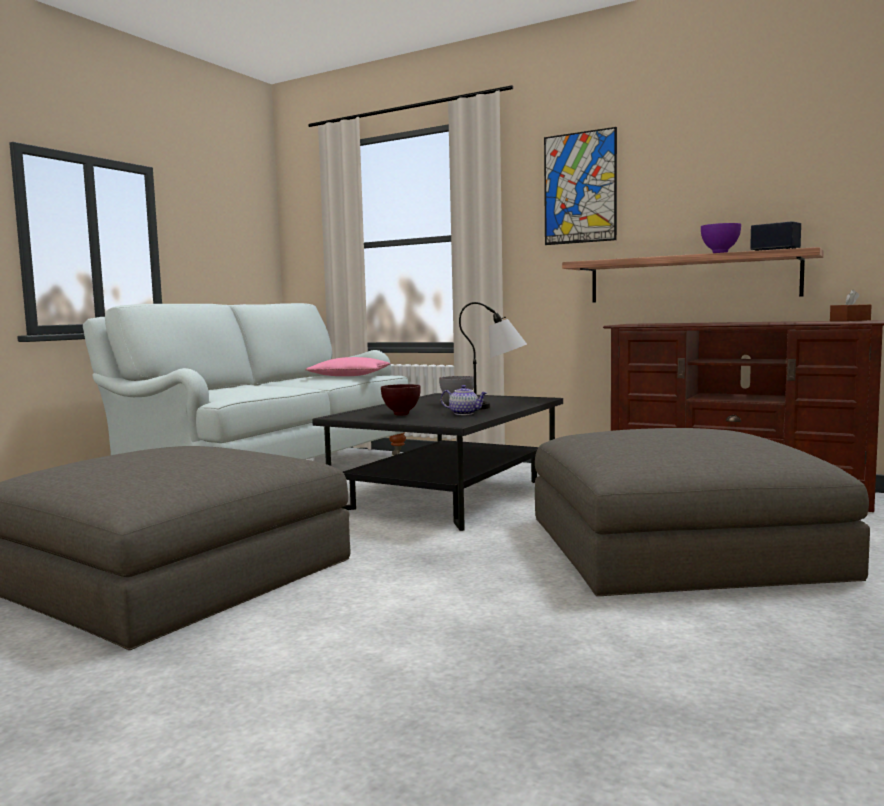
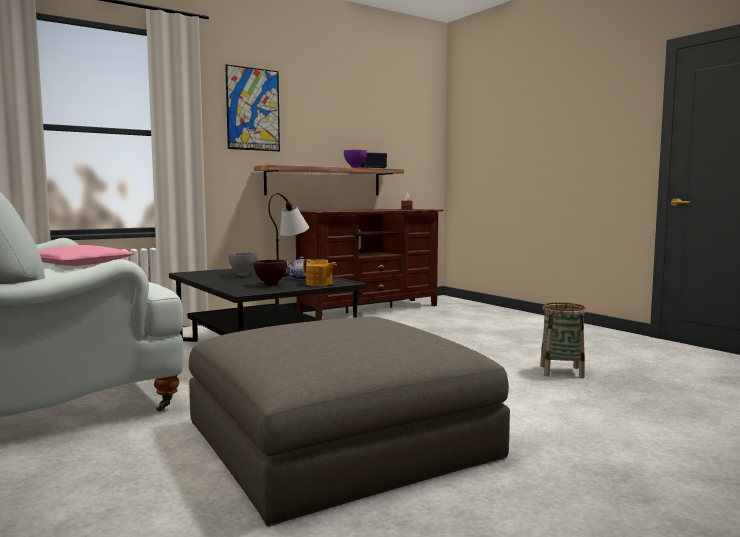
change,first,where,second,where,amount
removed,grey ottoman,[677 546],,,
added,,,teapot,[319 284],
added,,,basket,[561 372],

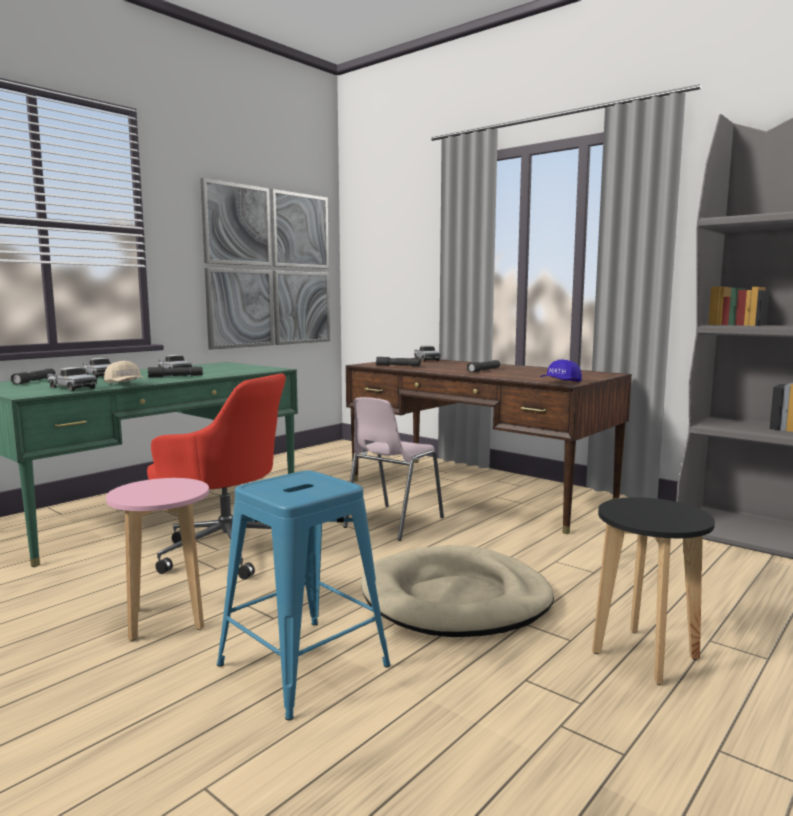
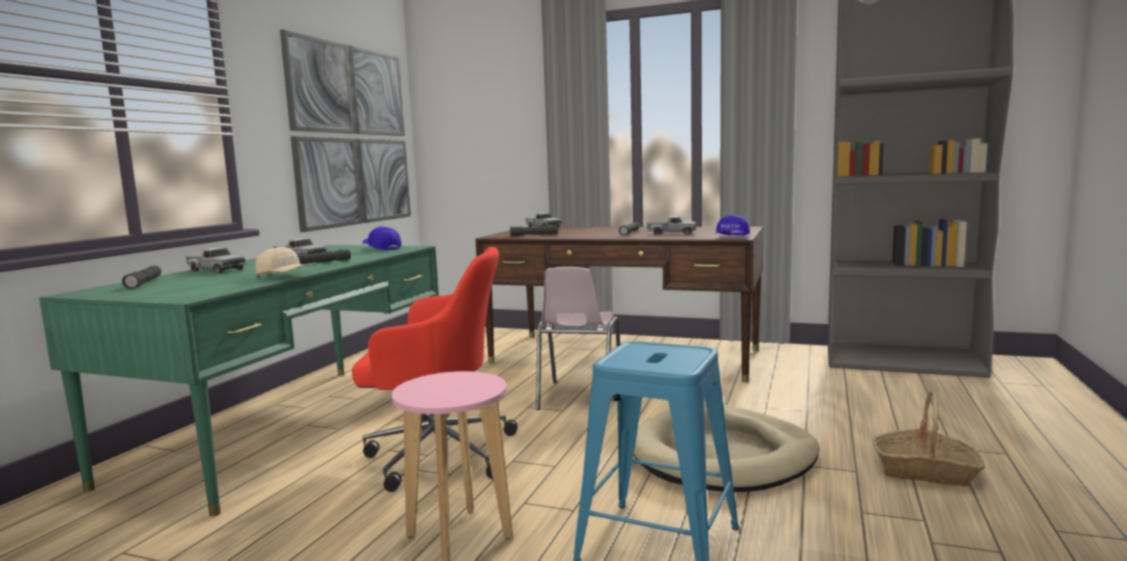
change,first,where,second,where,amount
moved,toy truck,[71 388],,[671 233],
replaced,black stool,[645 656],basket,[925 471],
added,,,blue cap,[381 248],

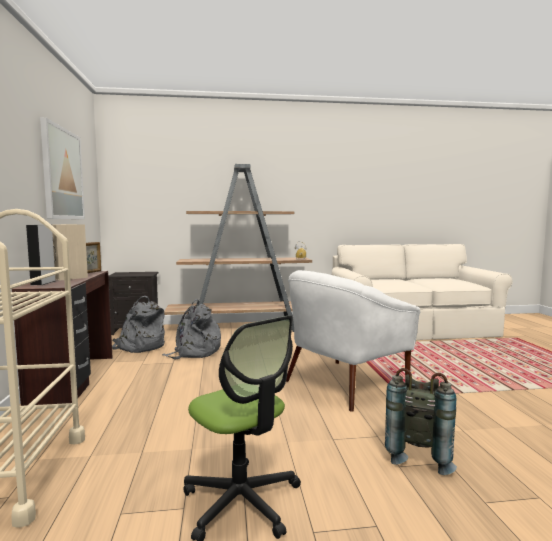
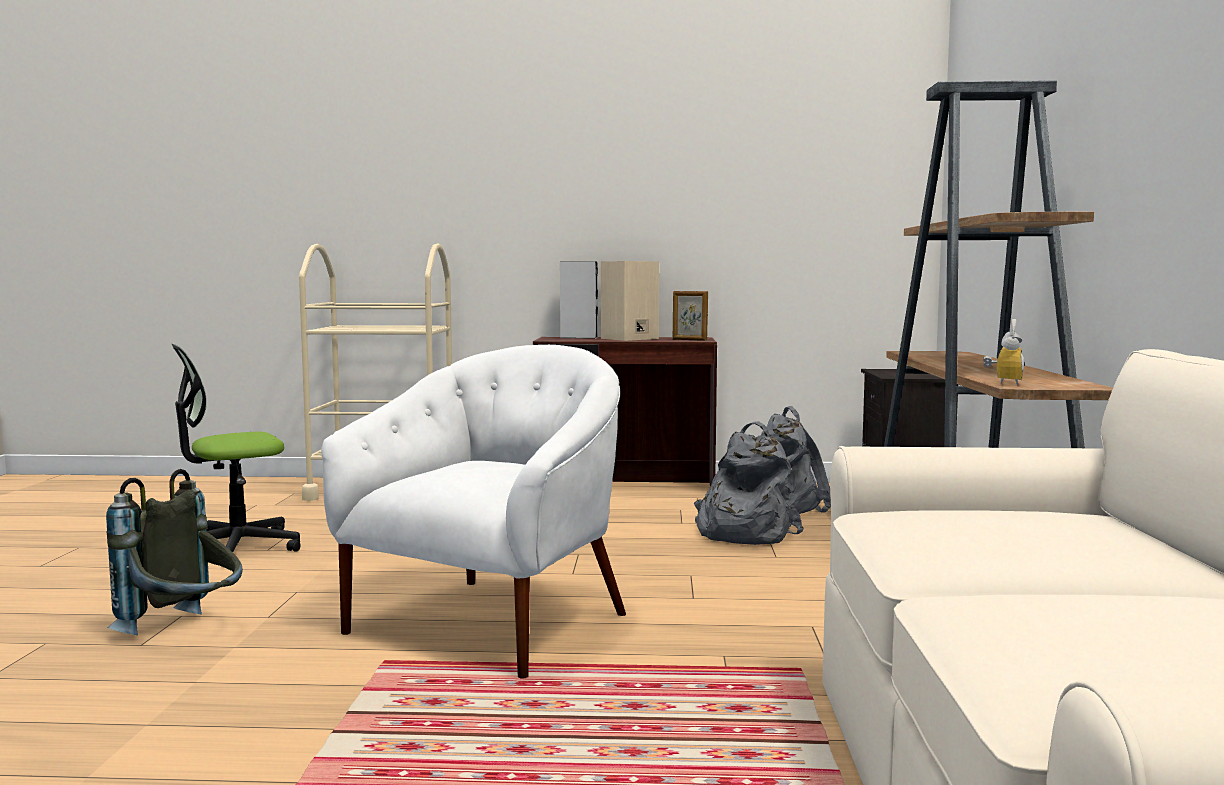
change,first,where,second,where,amount
removed,picture,[62 174],,,
turned,white armchair,[343 384],,[492 623],60 degrees clockwise

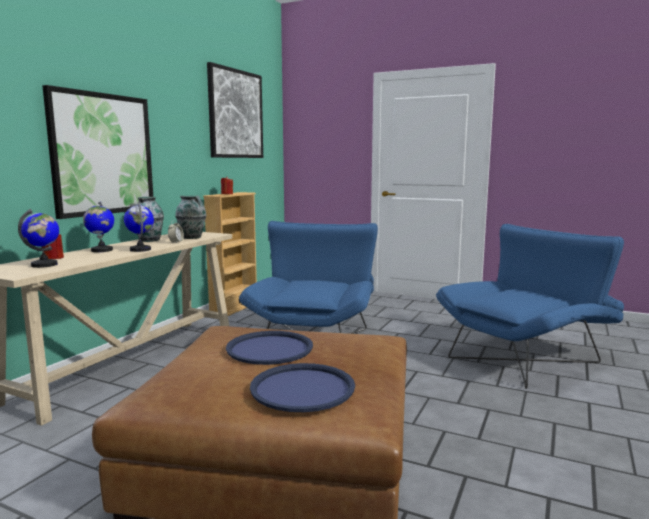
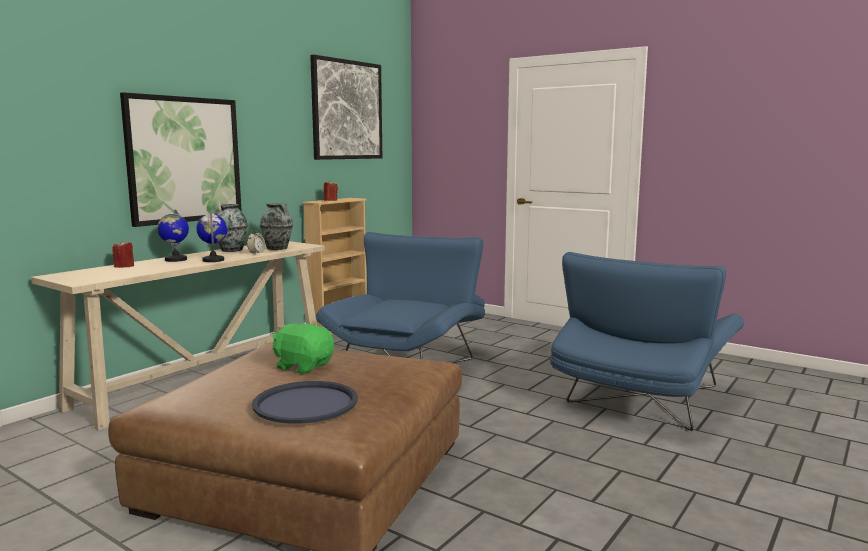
change,first,where,second,where,amount
removed,globe,[44 265],,,
replaced,blue tray,[270 348],green plush toy,[303 366],
turned,blue armchair,[527 356],,[642 400],150 degrees clockwise

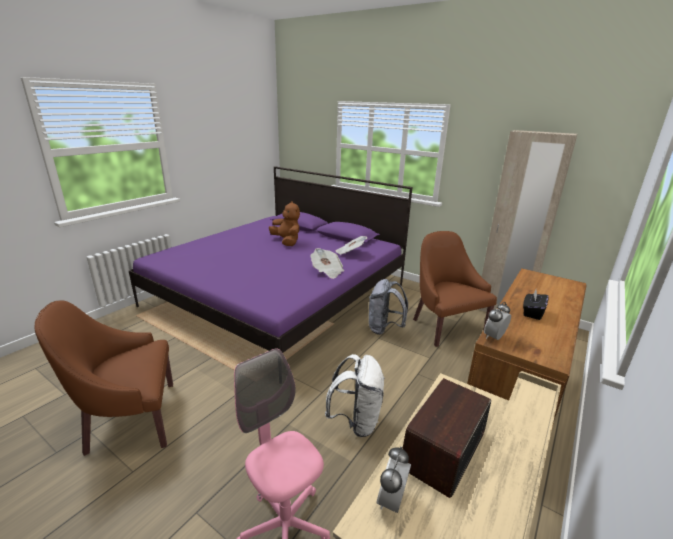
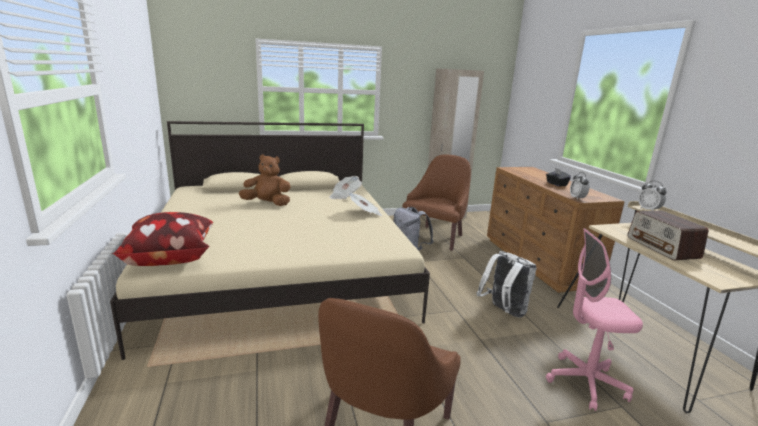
change,first,where,second,where,amount
recoloured,purple bed,[279 295],beige bed,[280 268],
moved,alarm clock,[391 500],,[648 210],
turned,brown armchair,[445 326],,[435 236],105 degrees clockwise
added,,,pillow,[170 258],

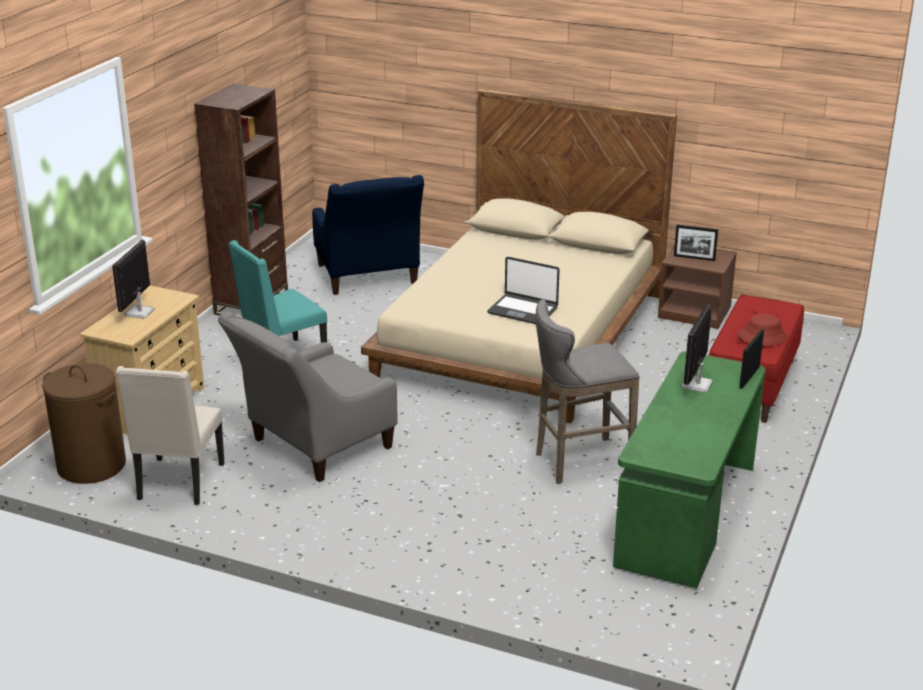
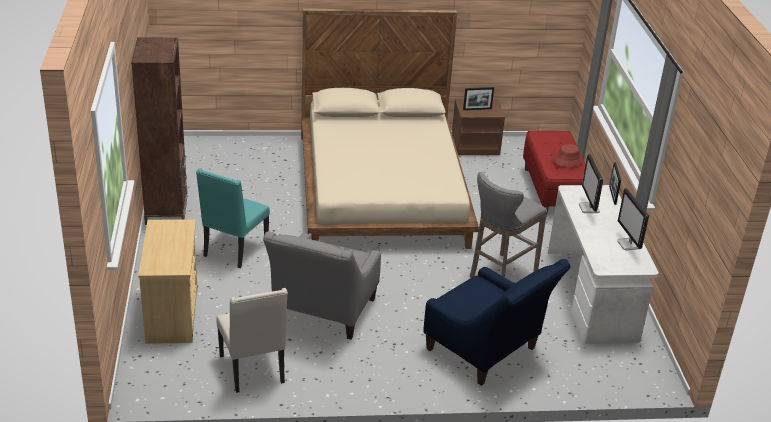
change,first,where,second,where,amount
removed,brown laundry basket,[91 465],,,
moved,monitor,[139 313],,[629 245],
moved,blue armchair,[368 278],,[487 353],
removed,laptop,[523 310],,,
recoloured,green desk,[686 515],white desk,[592 295],

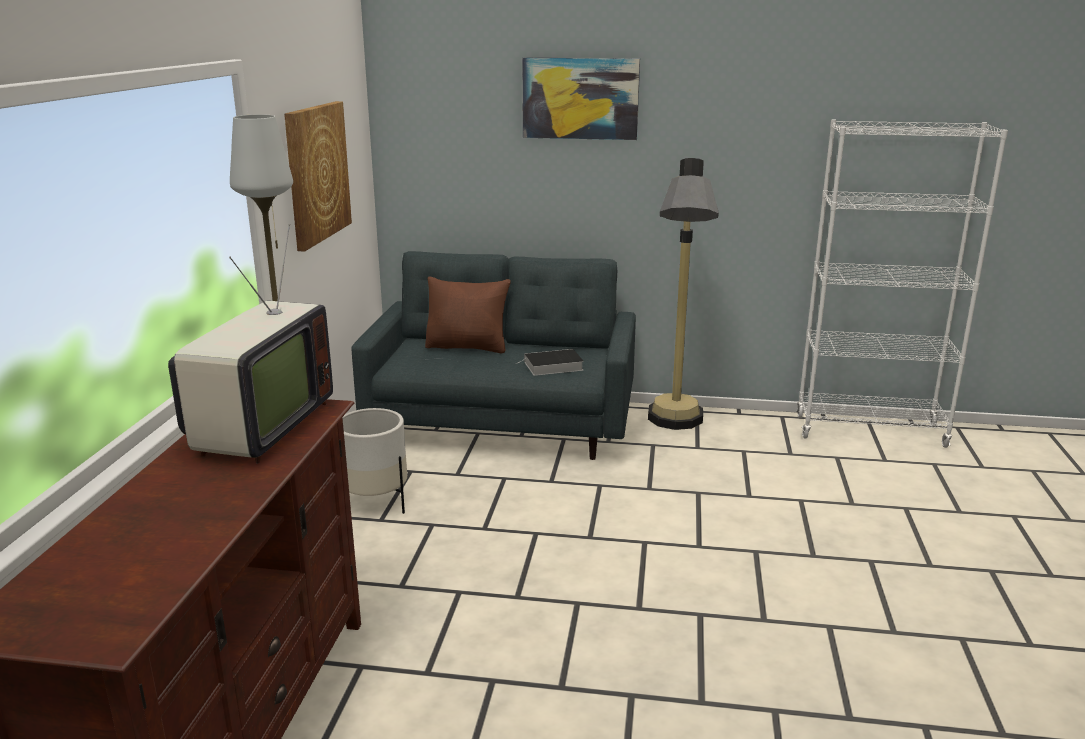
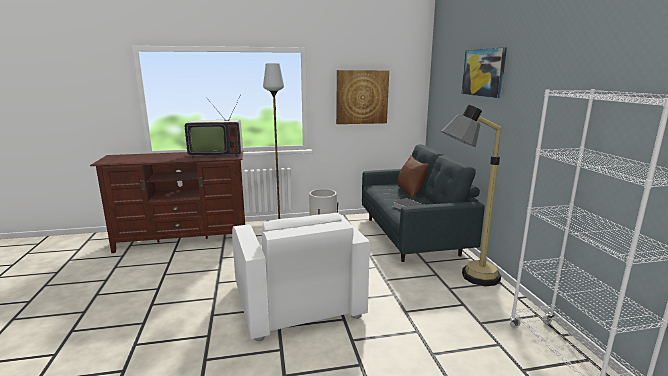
change,first,where,second,where,amount
added,,,white armchair,[296 301],

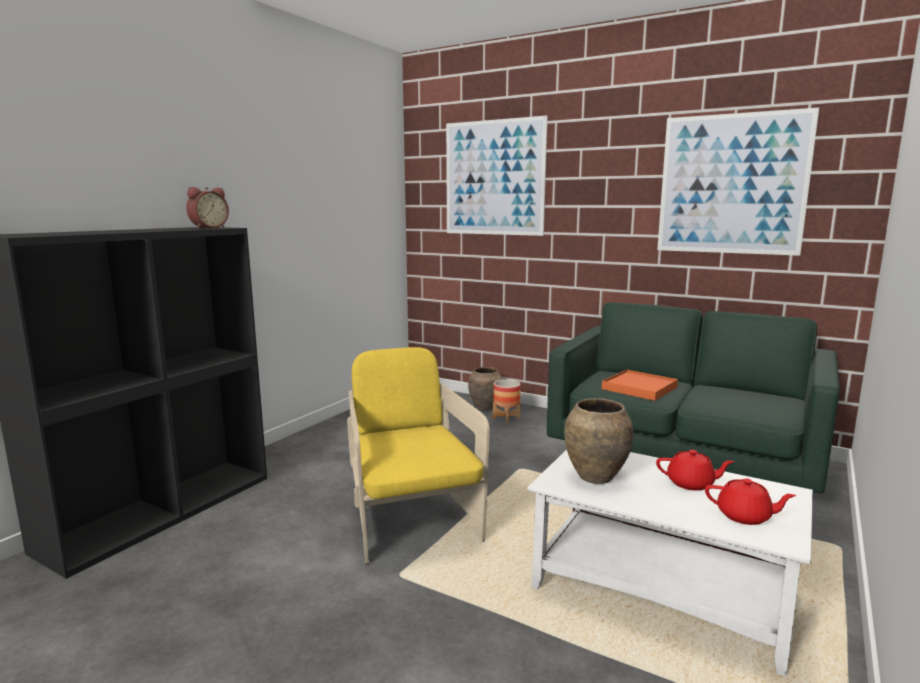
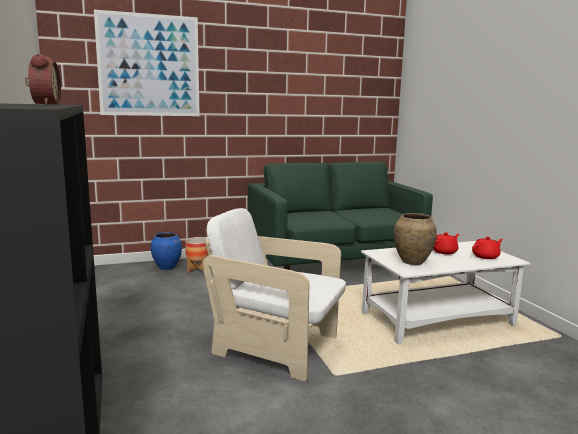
change,first,where,second,where,amount
recoloured,yellow armchair,[411 521],white armchair,[276 348],
recoloured,brown vase,[485 407],blue vase,[167 267],
removed,orange tray,[639 388],,,
removed,picture,[731 184],,,

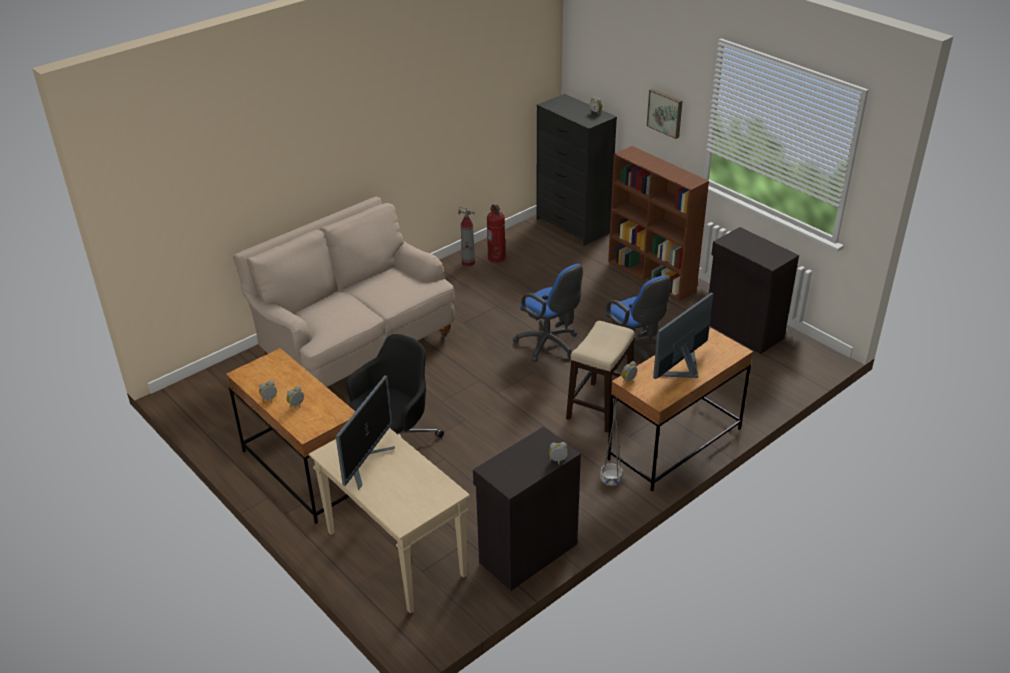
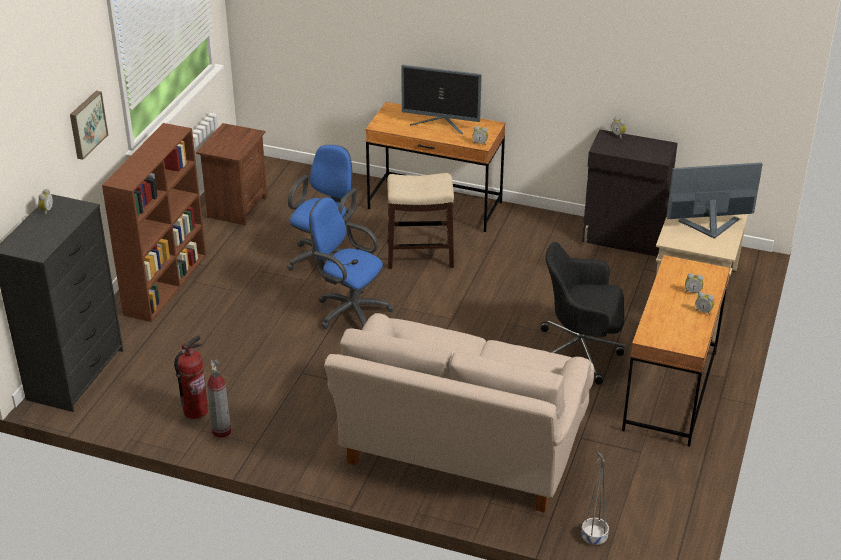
change,first,where,second,where,amount
turned,blue office chair,[550 346],,[349 311],75 degrees counterclockwise
moved,grey planter,[611 479],,[593 537],
replaced,black cabinet,[743 331],brown nightstand,[236 207],

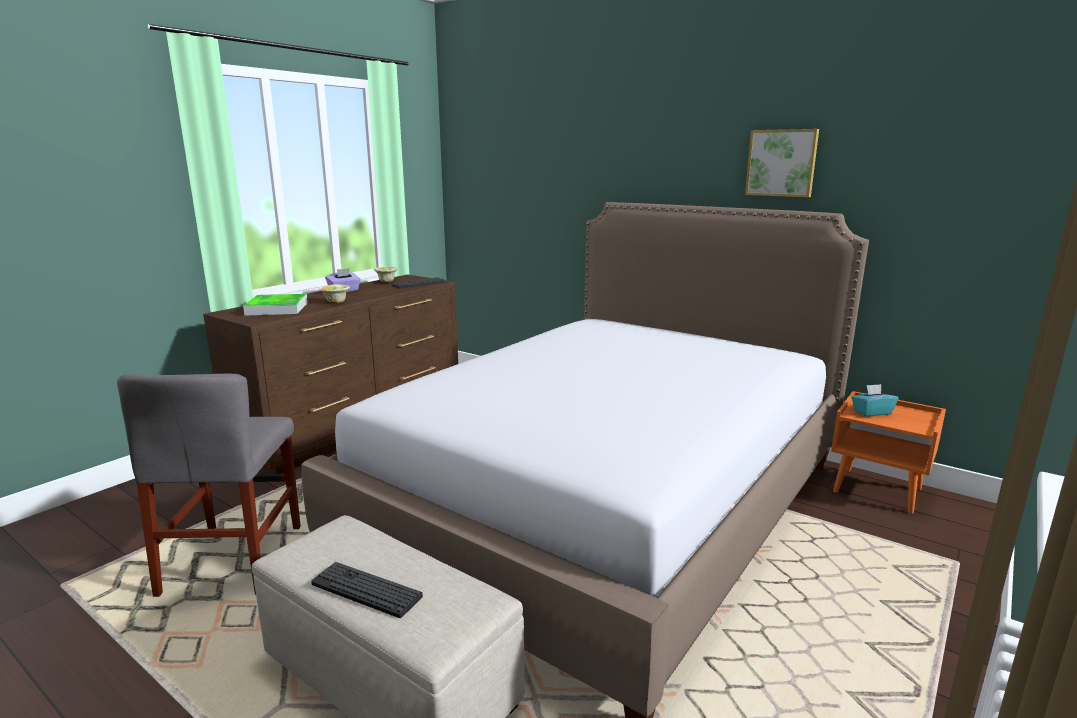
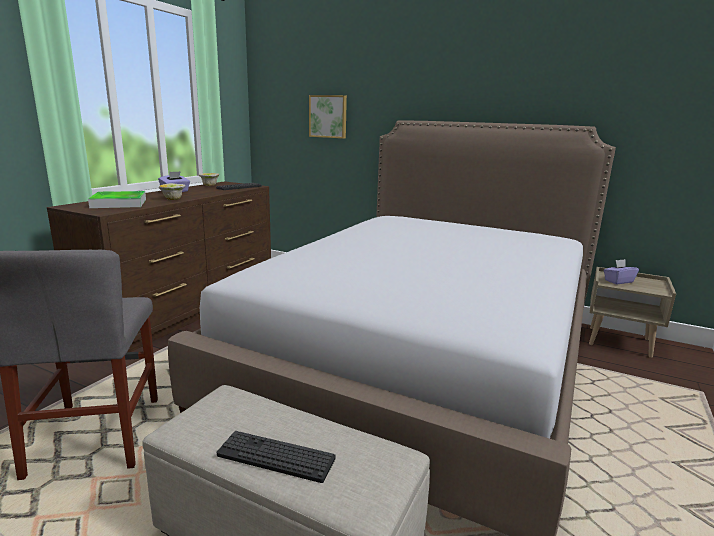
change,first,where,second,where,amount
moved,picture,[781 163],,[328 116],
recoloured,orange nightstand,[878 490],beige nightstand,[620 341],
recoloured,turquoise tissue box,[871 412],purple tissue box,[618 281],

